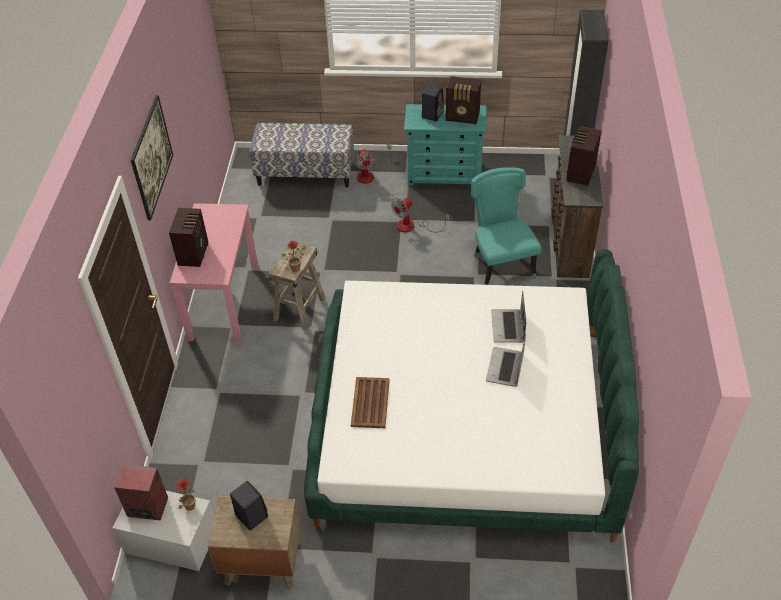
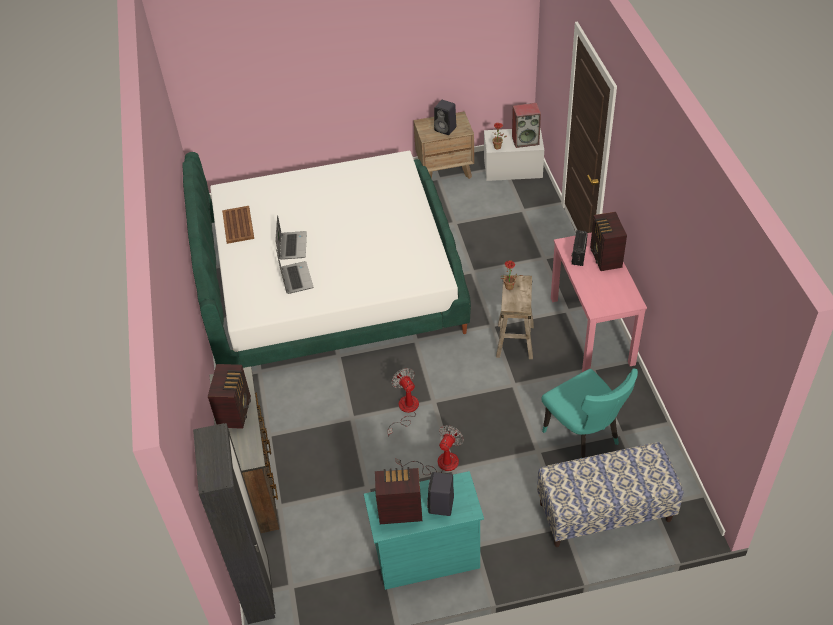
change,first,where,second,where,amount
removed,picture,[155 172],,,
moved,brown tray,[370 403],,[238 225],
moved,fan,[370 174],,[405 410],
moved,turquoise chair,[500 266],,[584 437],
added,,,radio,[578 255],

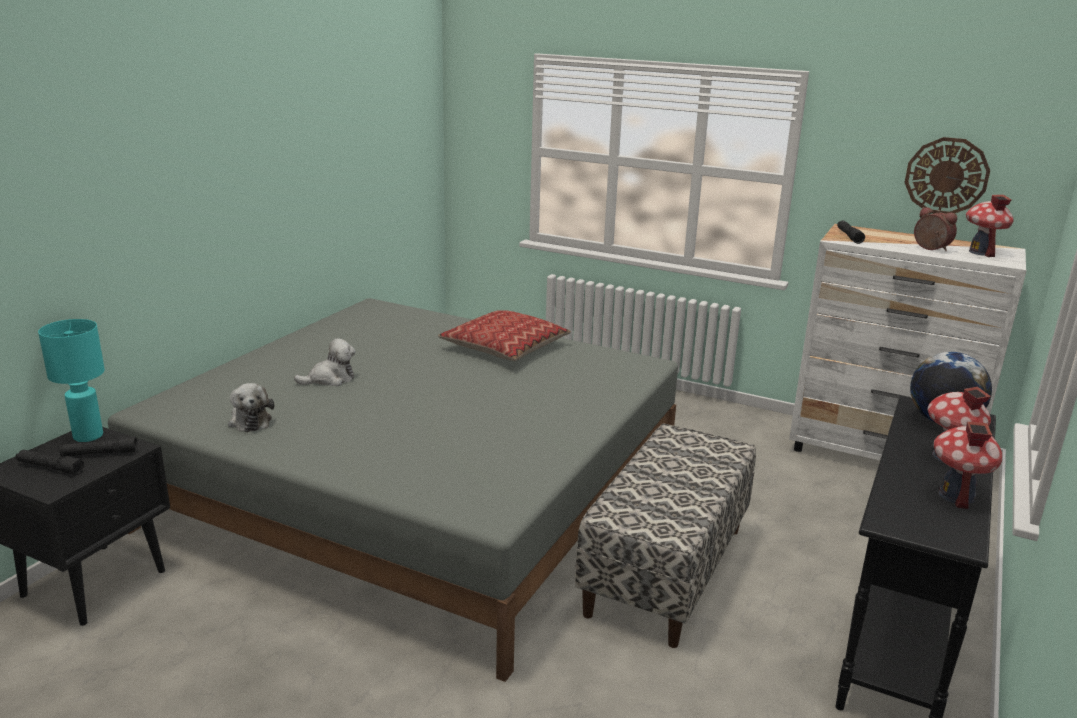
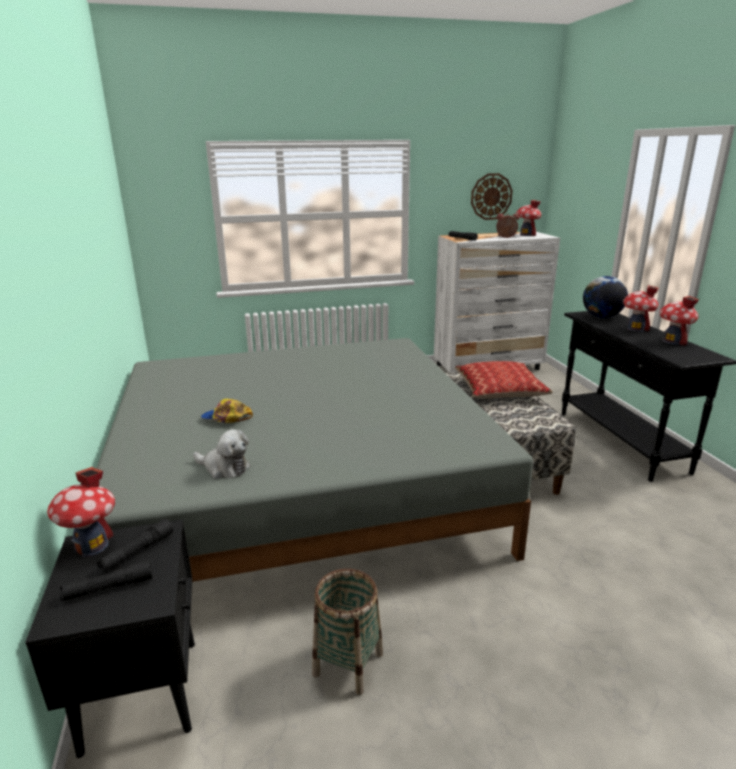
change,first,where,second,where,amount
replaced,turquoise table lamp,[89 436],toy house,[92 546],
replaced,plush toy,[330 379],cap,[226 418],
moved,pillow,[505 347],,[499 390],
added,,,basket,[348 664],

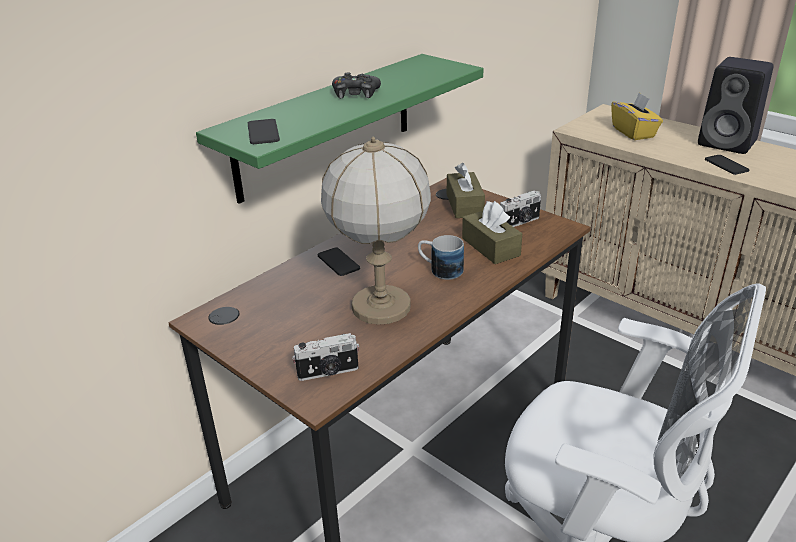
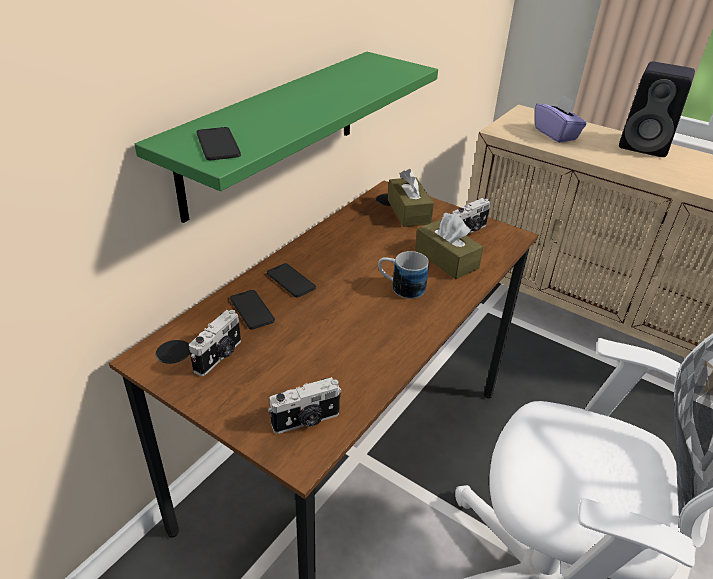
change,first,where,second,where,amount
removed,table lamp,[380 307],,,
removed,black game controller,[355 93],,,
recoloured,yellow tissue box,[633 132],purple tissue box,[556 134],
moved,phone,[726 165],,[252 310],
added,,,photo camera,[219 356],

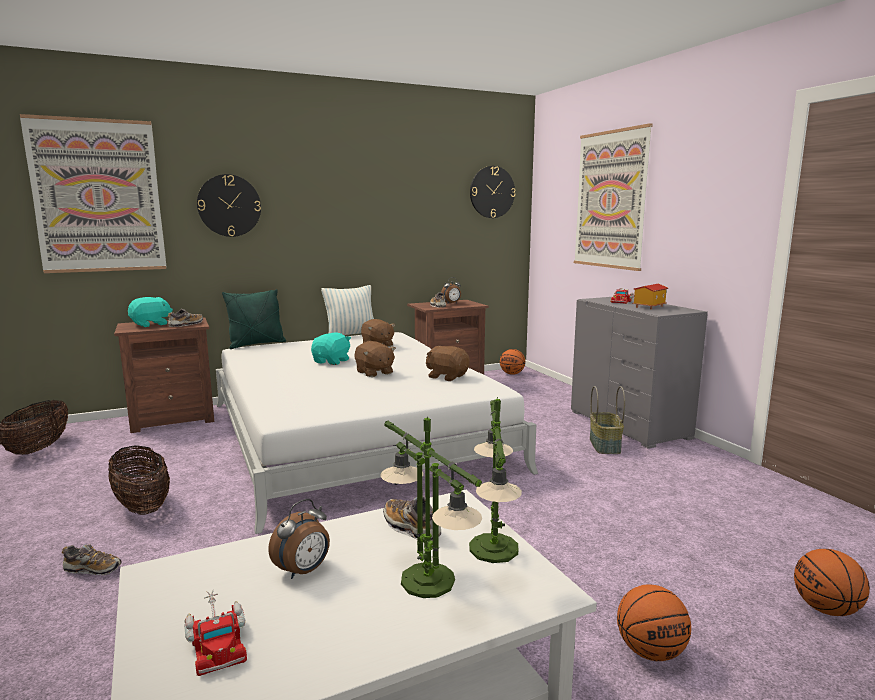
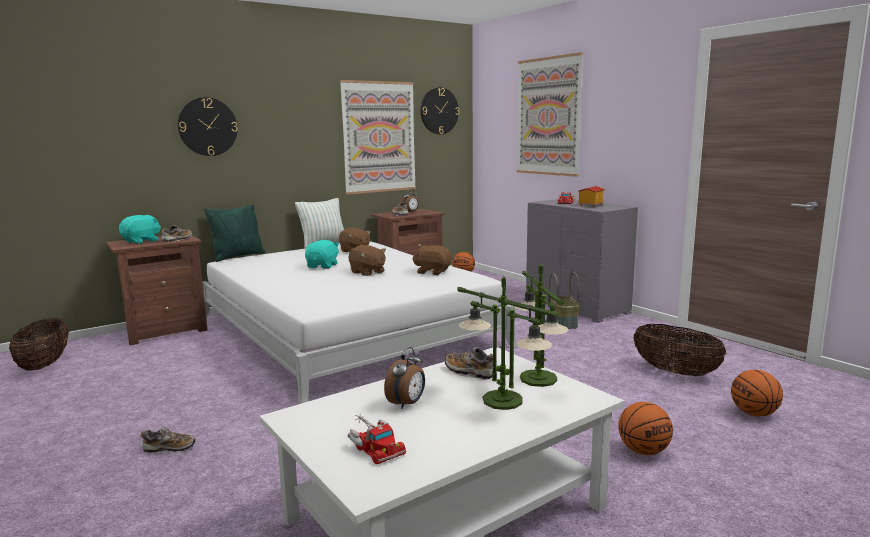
change,first,where,second,where,amount
moved,picture,[98 196],,[379 137],
moved,basket,[142 506],,[675 372],

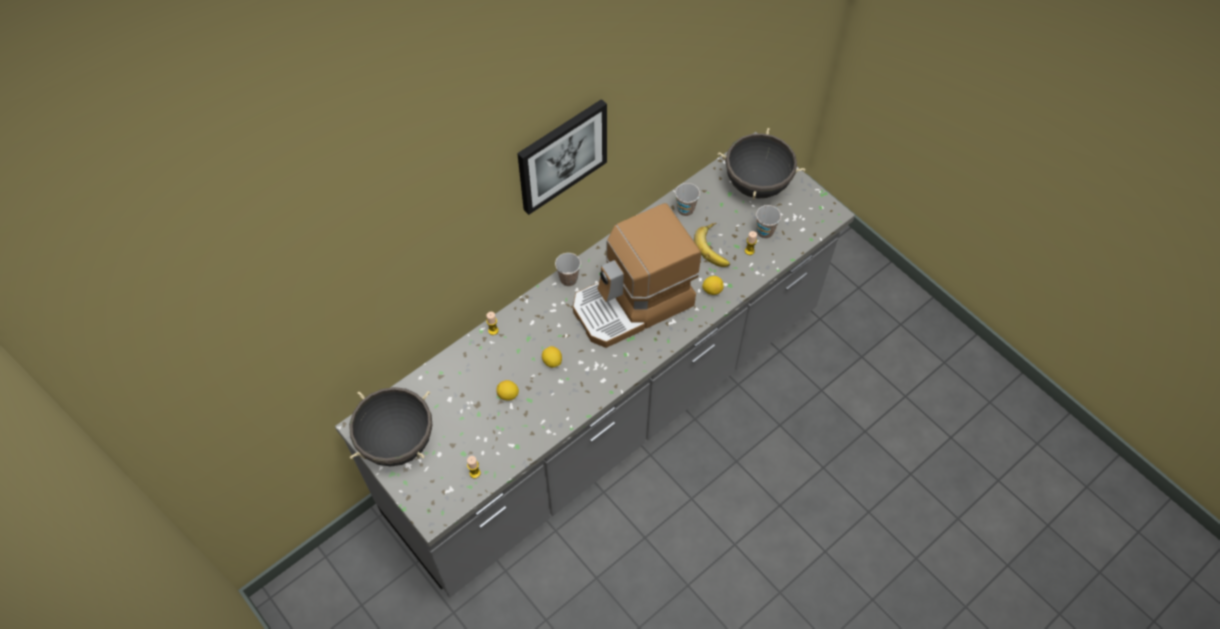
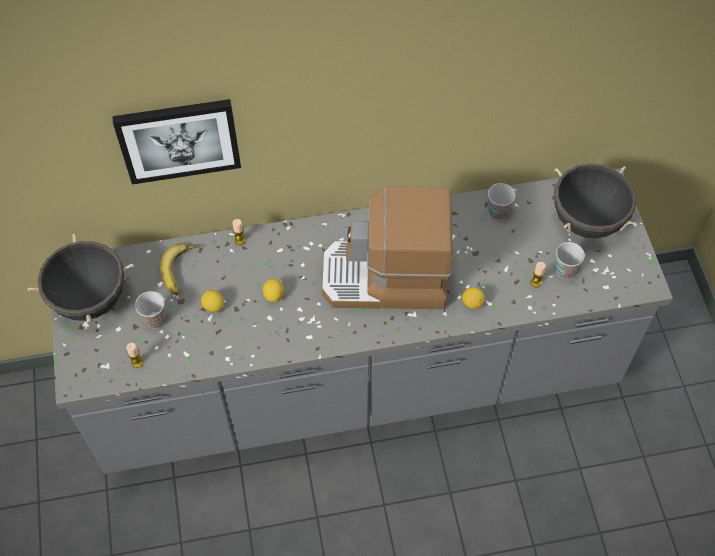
change,first,where,second,where,amount
moved,picture,[561 155],,[179 139],
moved,cup,[568 279],,[155 320],
moved,banana,[715 247],,[182 270],

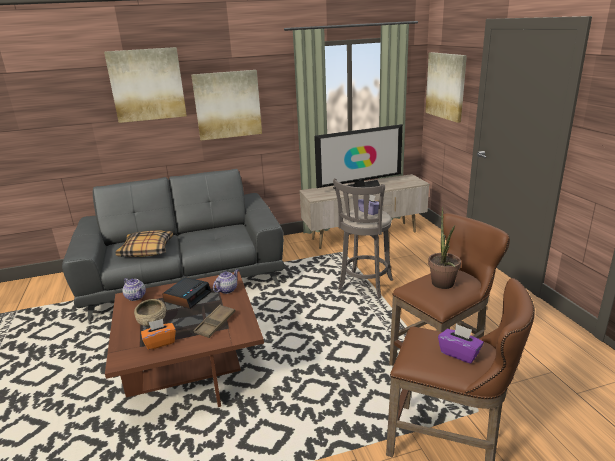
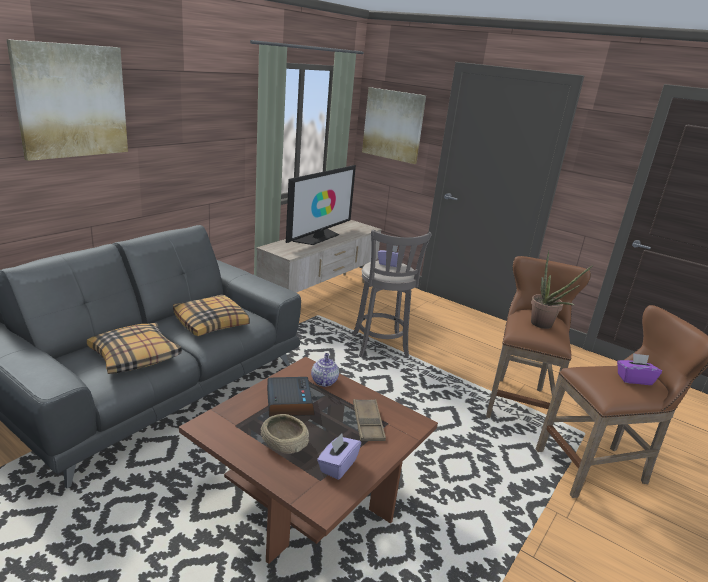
change,first,where,second,where,amount
removed,teapot,[136 297],,,
recoloured,orange tissue box,[160 342],purple tissue box,[337 466],
removed,picture,[227 105],,,
added,,,pillow,[211 322],

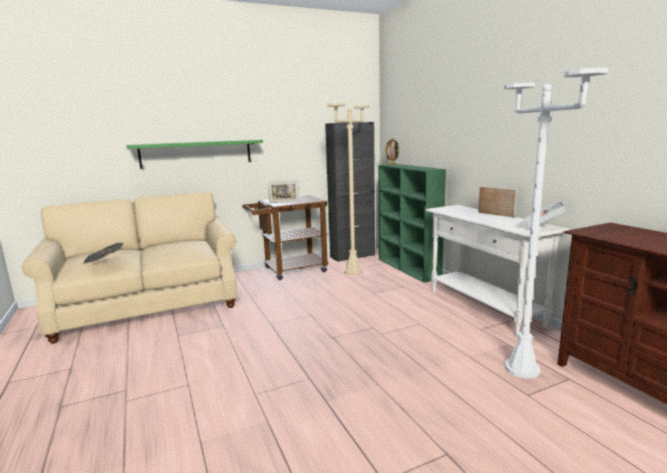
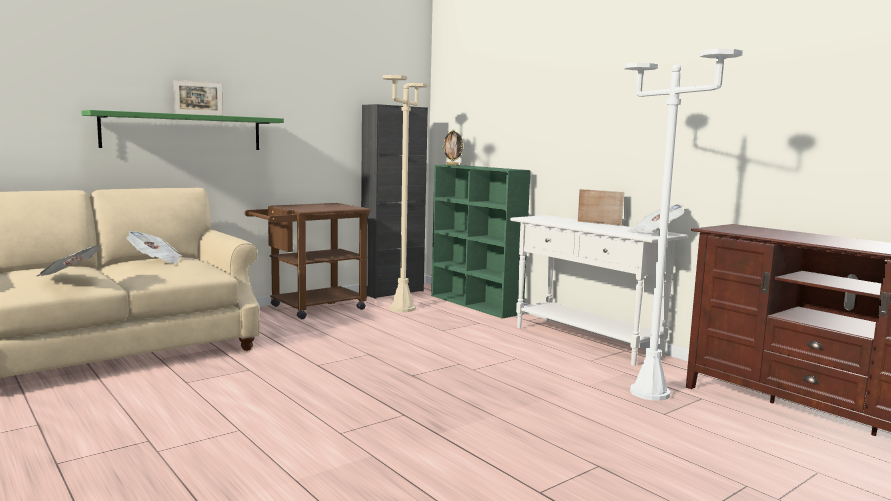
change,first,where,second,where,amount
moved,picture frame,[284 202],,[199 114],
added,,,newspaper,[156 261],

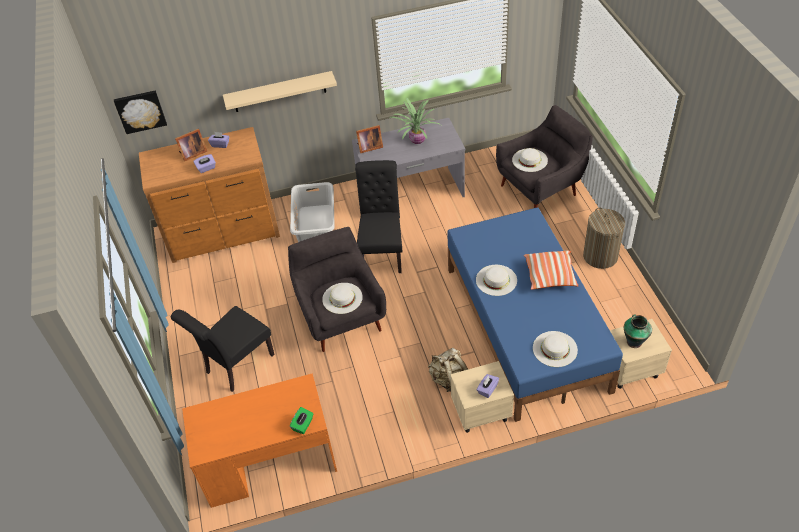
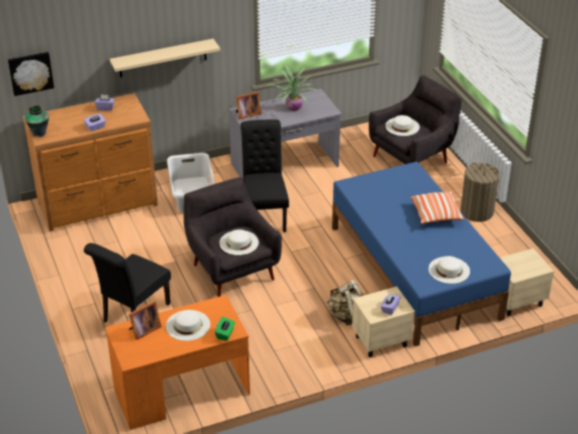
change,first,where,second,where,amount
moved,picture frame,[192 153],,[144 330],
moved,white hat,[496 280],,[188 325],
moved,vase,[634 341],,[39 133],

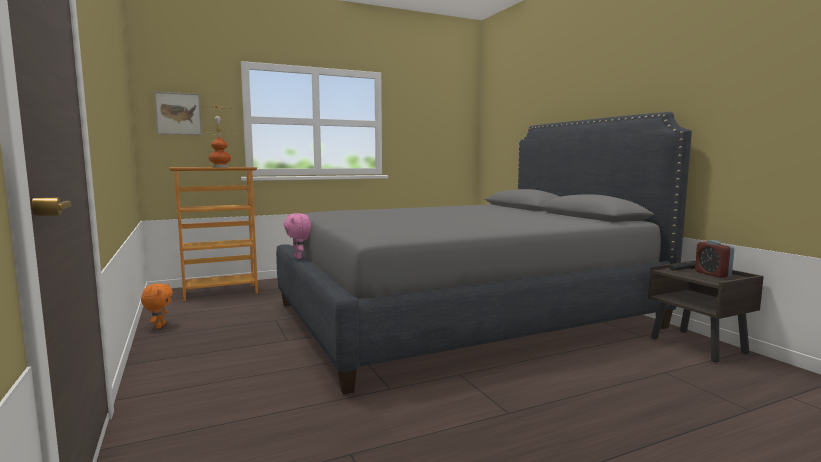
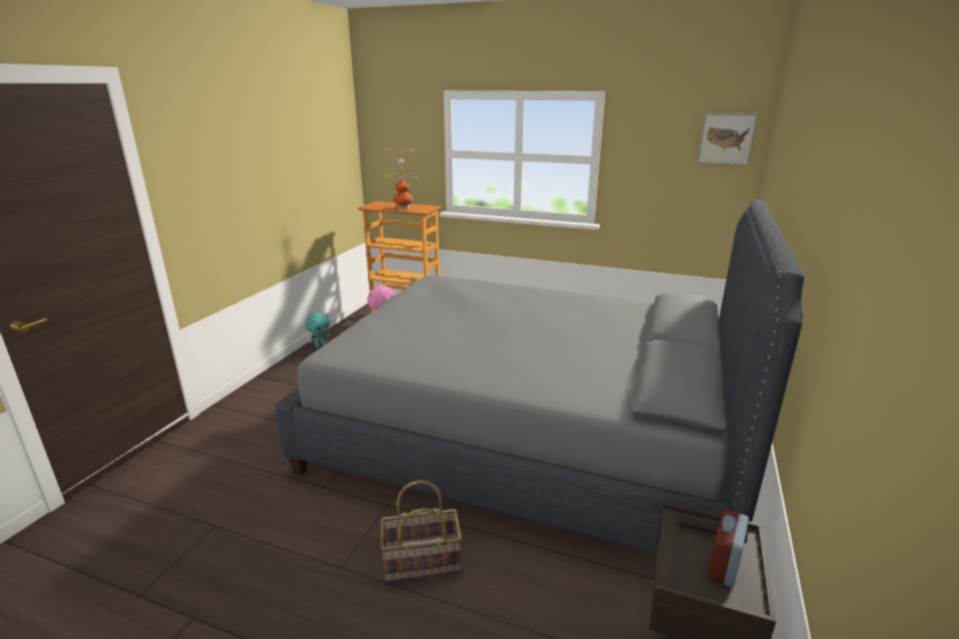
change,first,where,second,where,amount
recoloured,orange plush toy,[159 326],turquoise plush toy,[320 345],
moved,picture,[178 114],,[726 139],
added,,,basket,[422 563],

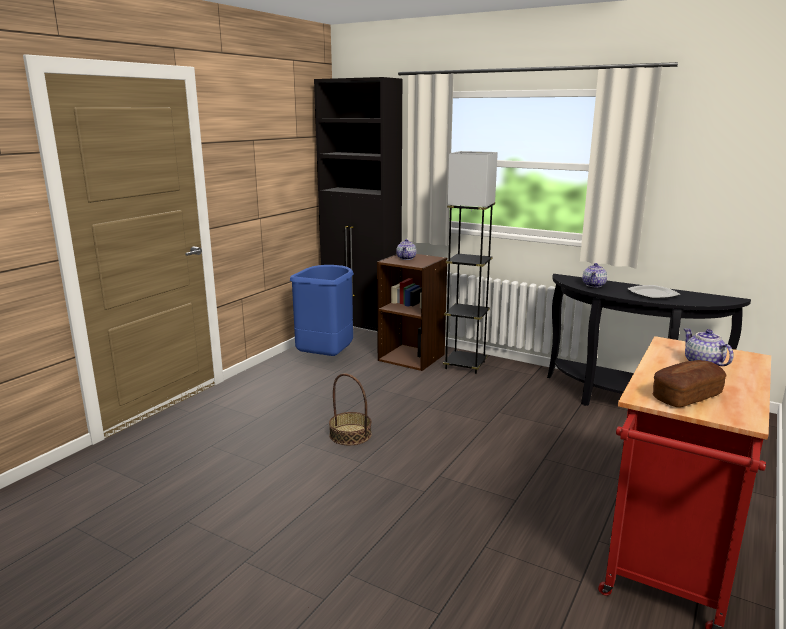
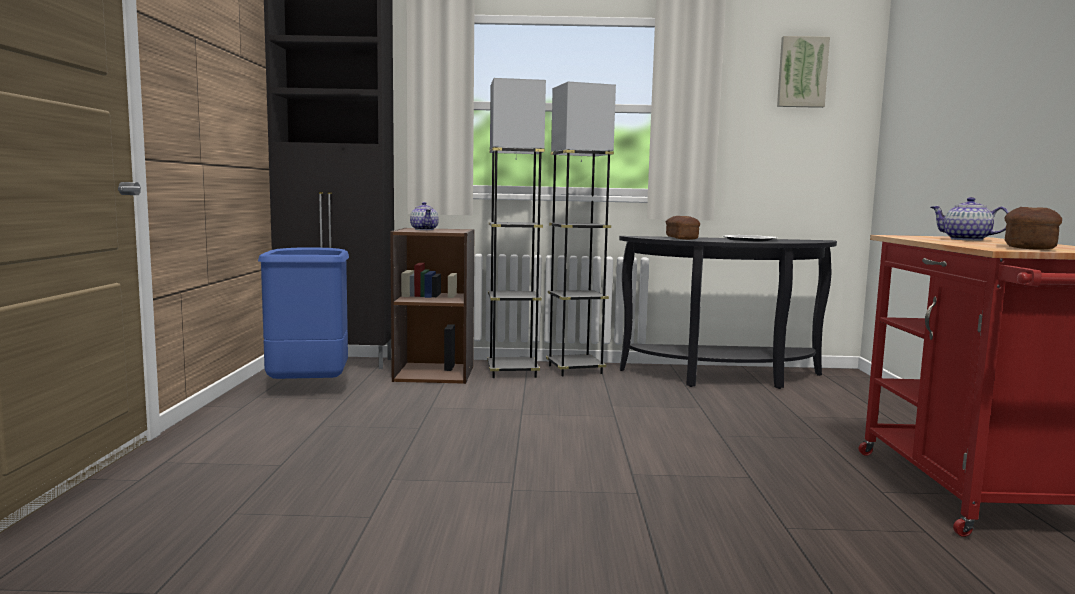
change,first,where,second,where,amount
removed,basket,[350 434],,,
replaced,teapot,[594 285],bread,[681 238],
added,,,grey floor lamp,[575 370],
added,,,picture,[802 72],

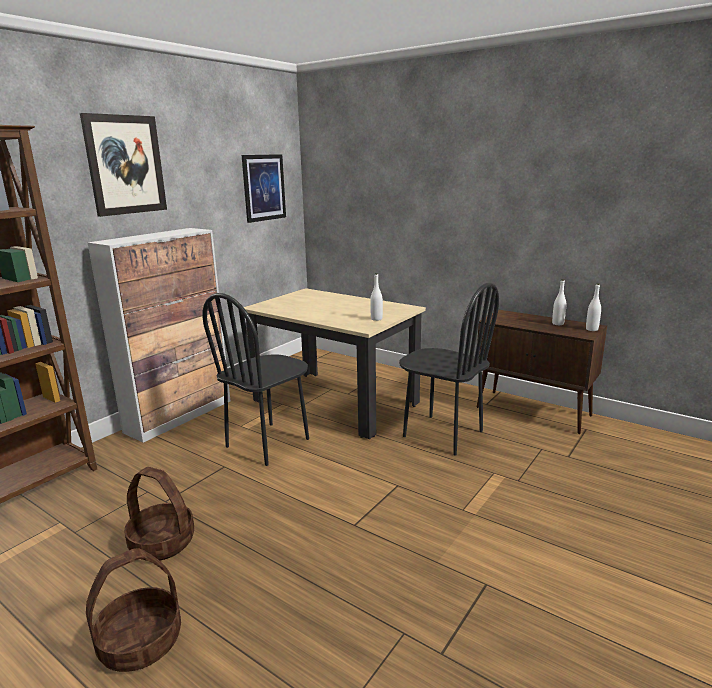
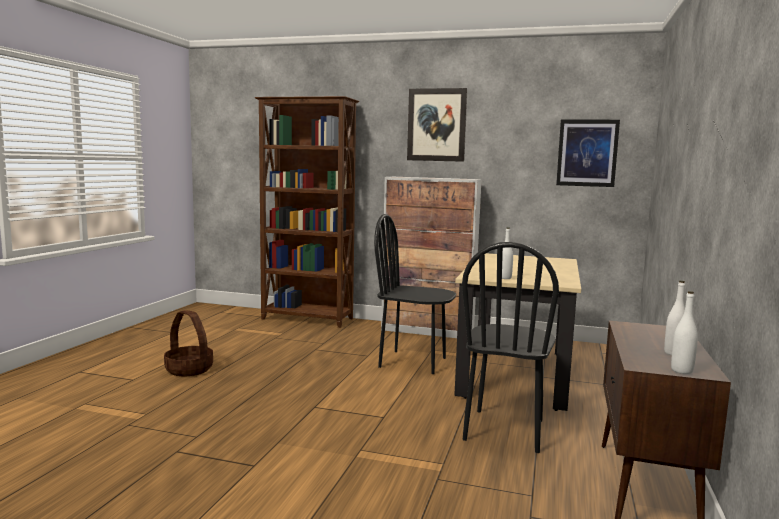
change,first,where,second,where,amount
removed,basket,[163 542],,,

